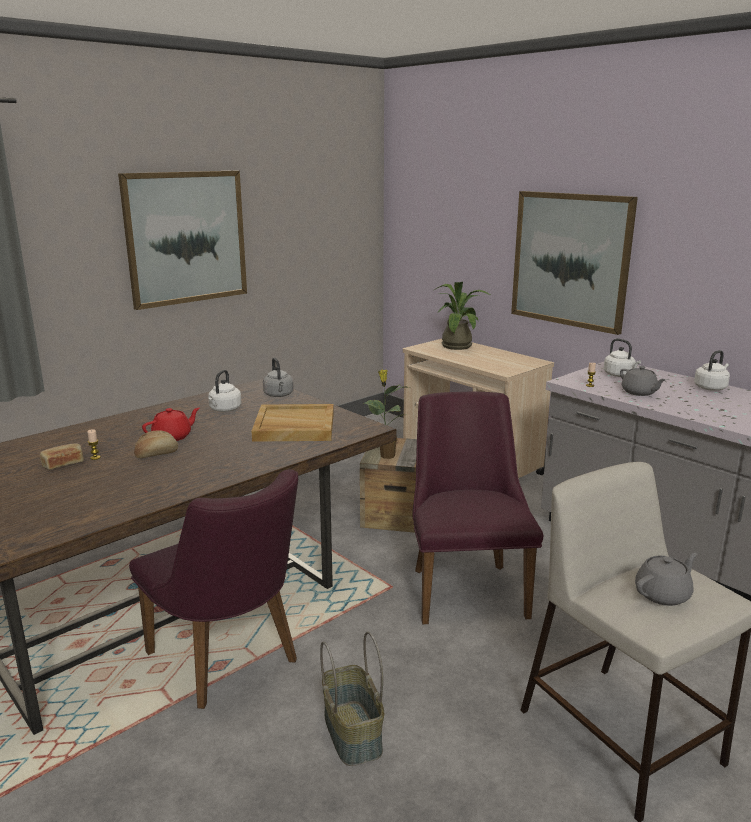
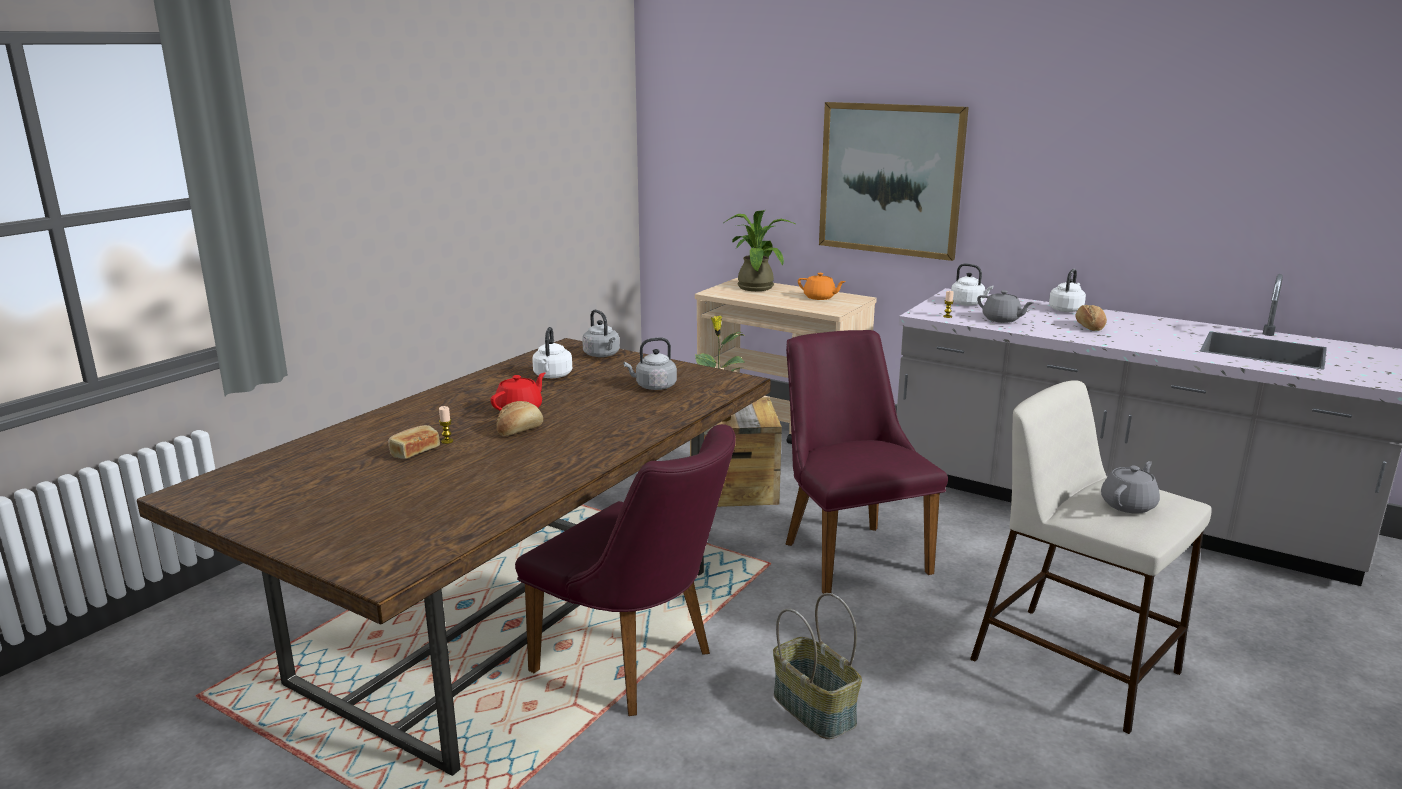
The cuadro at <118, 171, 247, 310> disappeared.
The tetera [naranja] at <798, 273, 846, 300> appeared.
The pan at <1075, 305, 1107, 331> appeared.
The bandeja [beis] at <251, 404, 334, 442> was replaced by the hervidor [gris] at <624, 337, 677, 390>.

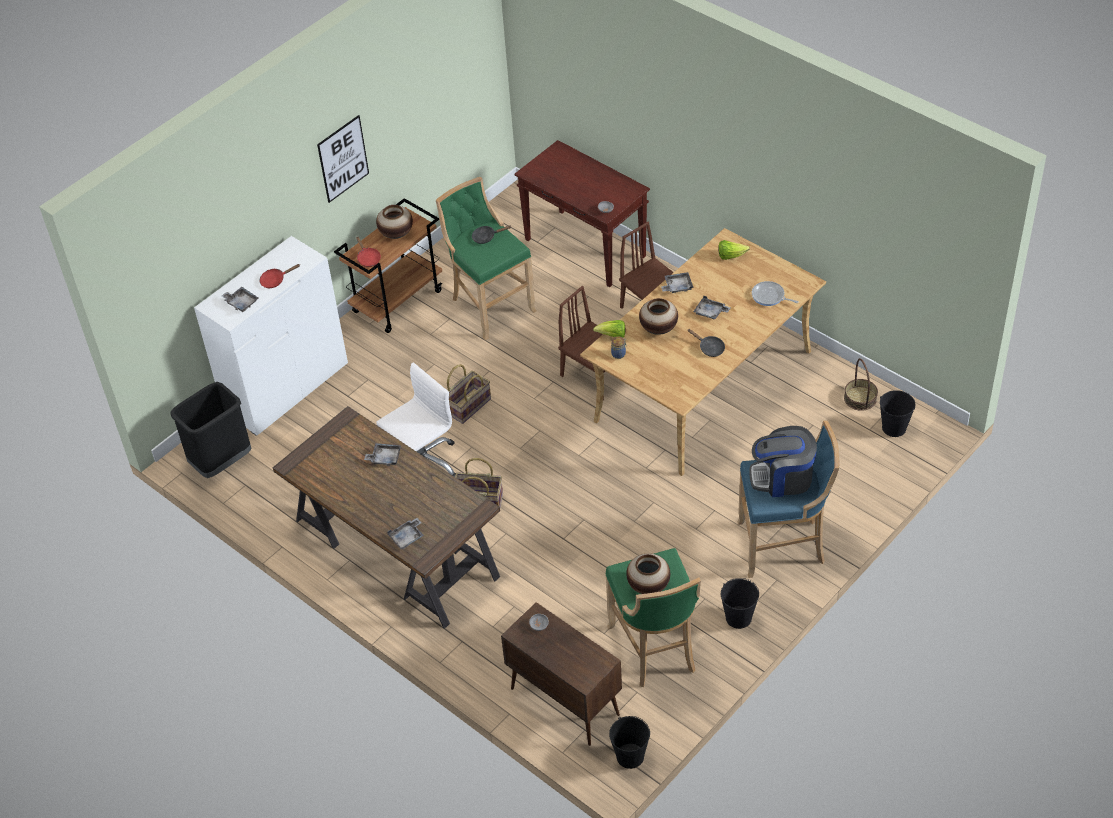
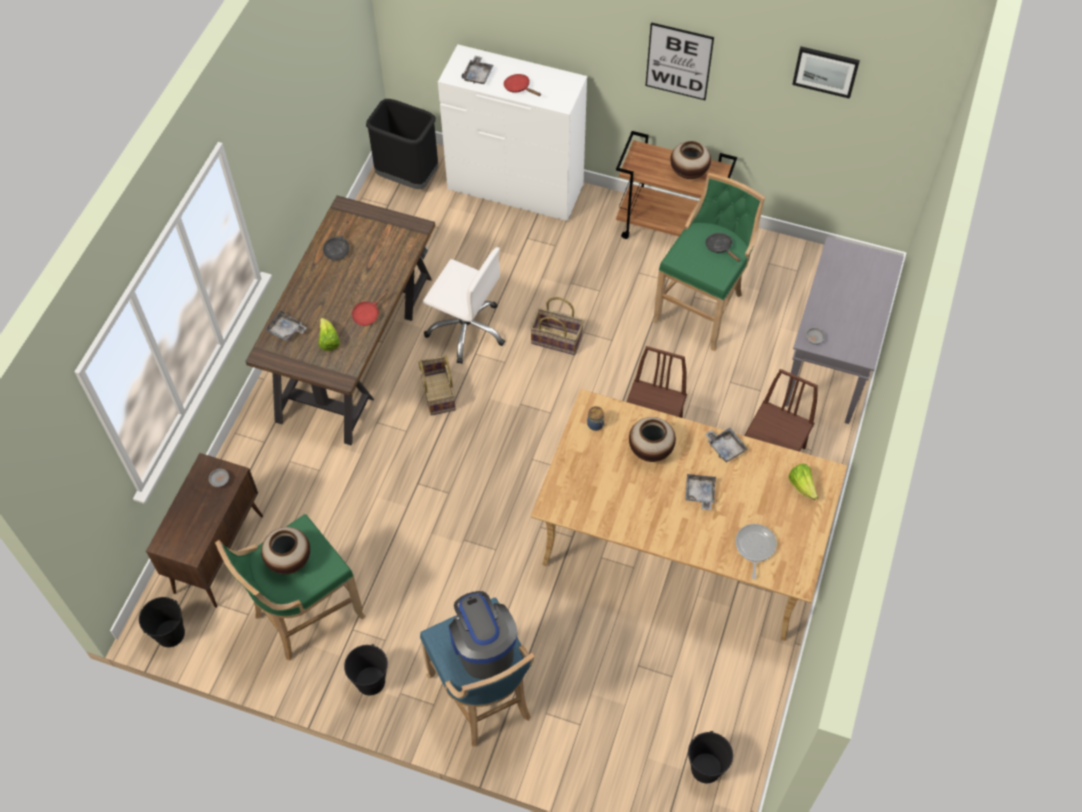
The bandeja [gris] at <364, 443, 401, 466> disappeared.
The cesta at <844, 358, 878, 411> disappeared.
The cuadro at <792, 46, 860, 99> appeared.
The sartén [rojo] moved from <356, 236, 381, 267> to <352, 289, 389, 326>.
The lechuga moved from <593, 320, 625, 338> to <318, 318, 340, 351>.
The sartén [negro] moved from <688, 329, 725, 357> to <323, 220, 350, 261>.
The mesa consola [marrón] at <514, 140, 650, 287> became the mesa consola [gris] at <785, 237, 904, 424>.

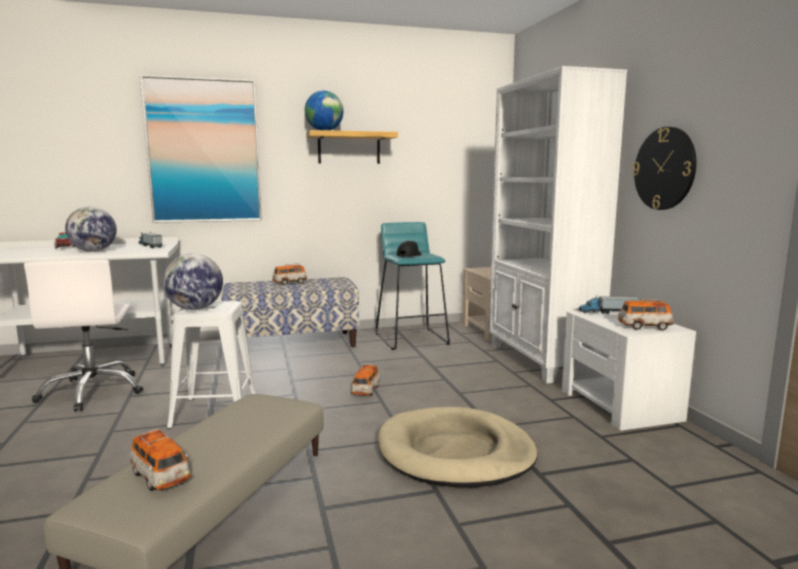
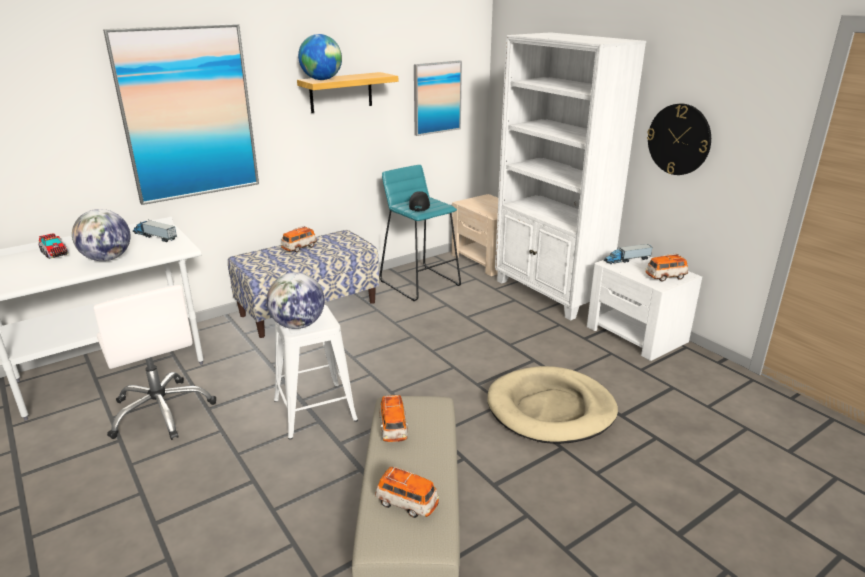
The cuadro at <414, 61, 462, 136> appeared.
The coche de juguete moved from <351, 364, 380, 396> to <379, 395, 408, 442>.

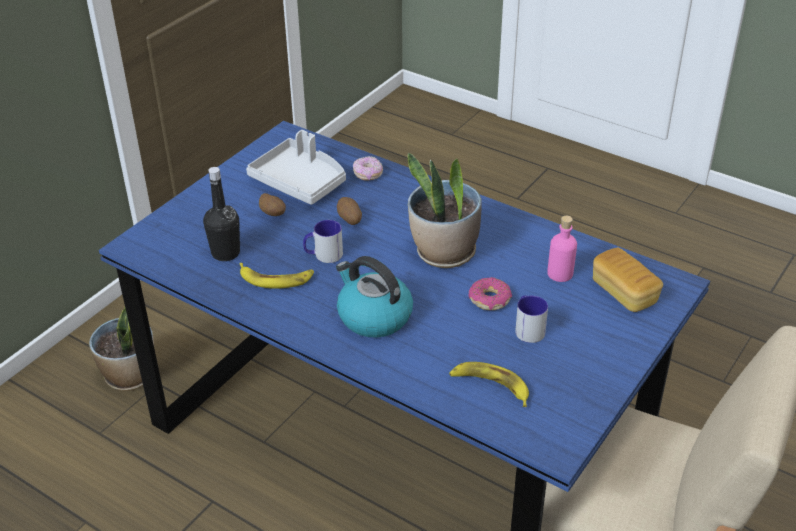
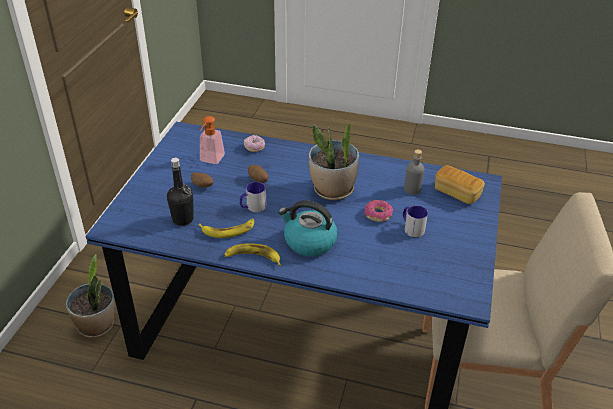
The plátano moved from <449, 362, 529, 407> to <224, 243, 281, 266>.
The bandeja [gris] at <246, 130, 346, 205> was replaced by the dispensador de jabón at <200, 116, 225, 164>.
The botella [rosa] at <547, 216, 577, 282> became the botella [gris] at <404, 150, 425, 195>.

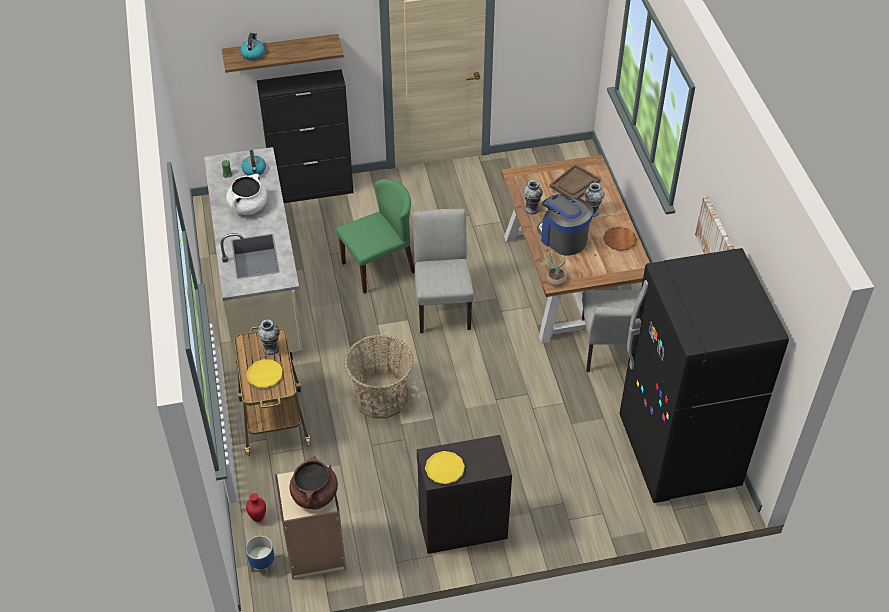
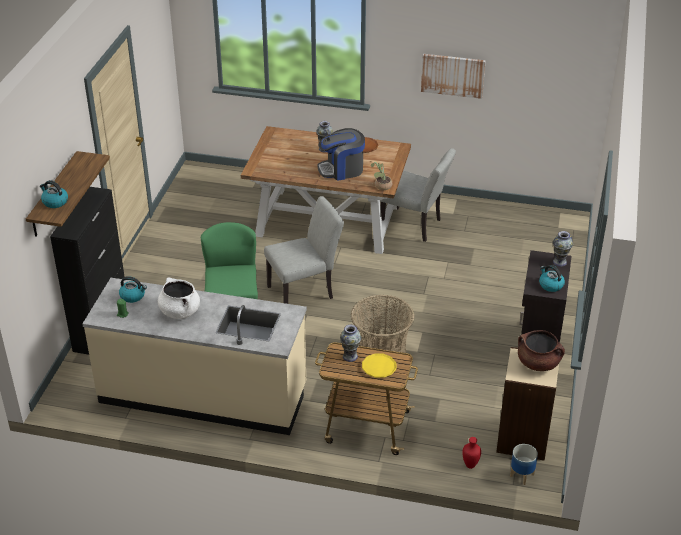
The bandeja [marrón] at <550, 164, 601, 198> disappeared.
The nevera [negro] at <619, 248, 789, 503> disappeared.
The florero moved from <523, 180, 543, 215> to <553, 231, 573, 267>.
The plato [amarillo] at <425, 451, 465, 484> was replaced by the hervidor at <539, 265, 565, 292>.
The silla [gris] at <413, 209, 474, 333> turned 135 degrees clockwise.

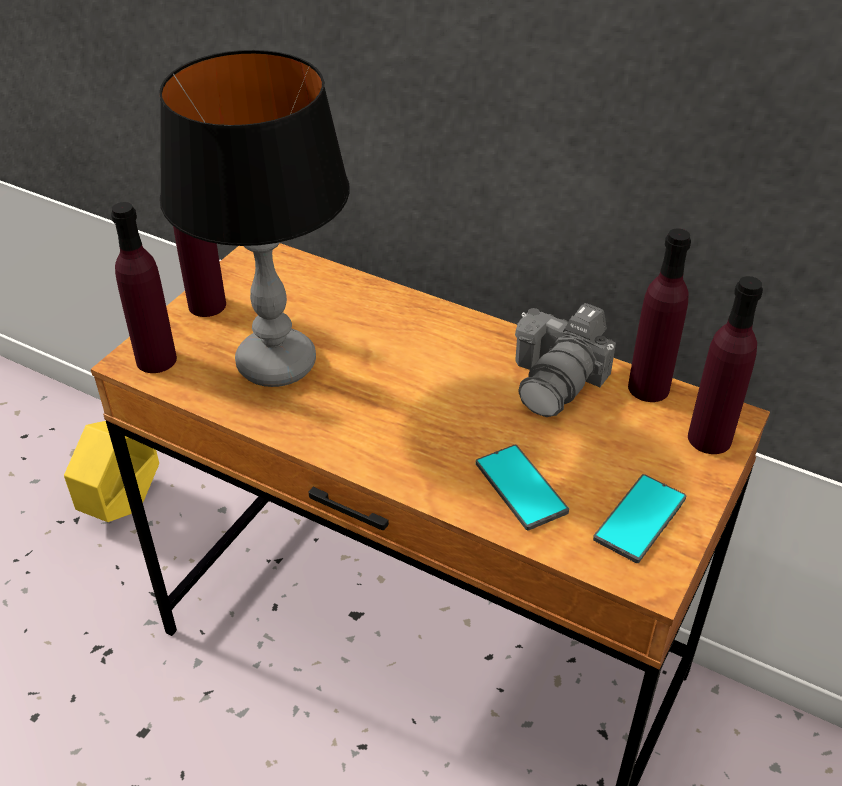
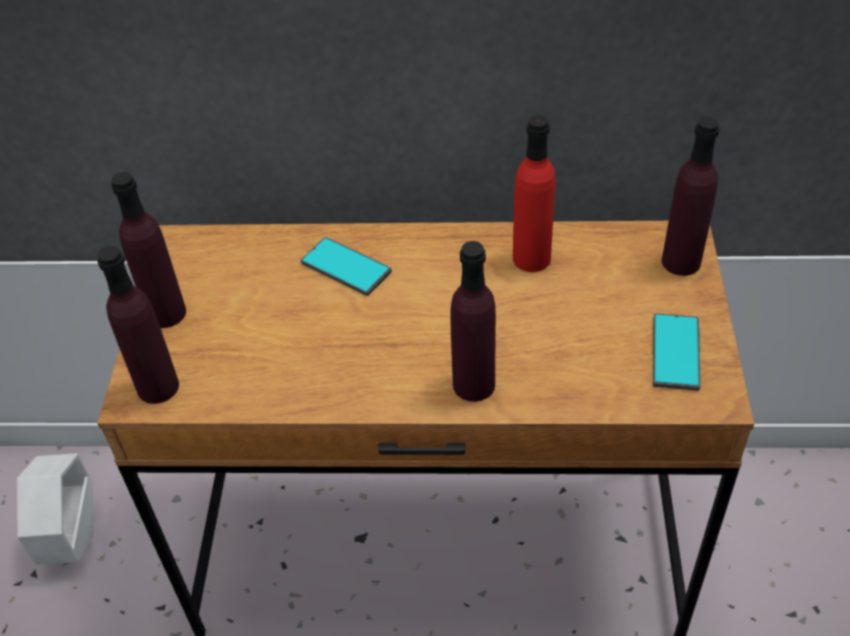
The lámpara de mesa at <159, 50, 350, 387> disappeared.
The móvil moved from <476, 445, 569, 531> to <301, 237, 392, 296>.
The botella [morado] moved from <628, 228, 691, 402> to <450, 241, 496, 402>.
The cámara at <515, 303, 616, 417> was replaced by the botella [rojo] at <513, 115, 556, 272>.
The maceta [amarillo] at <64, 421, 159, 522> became the maceta [blanco] at <17, 453, 94, 565>.

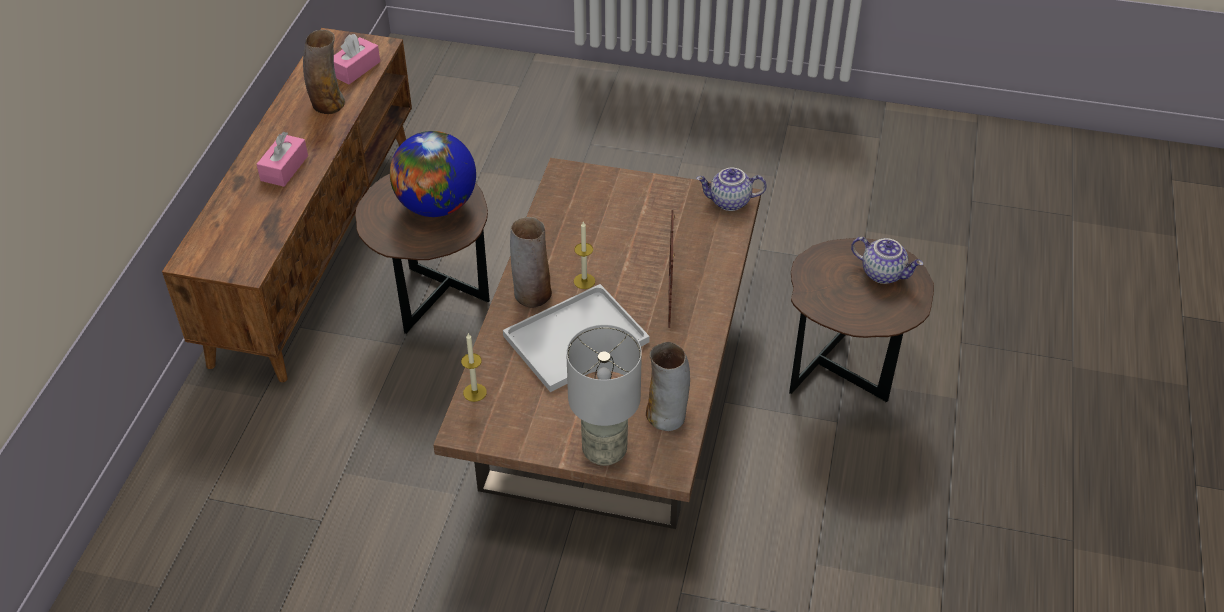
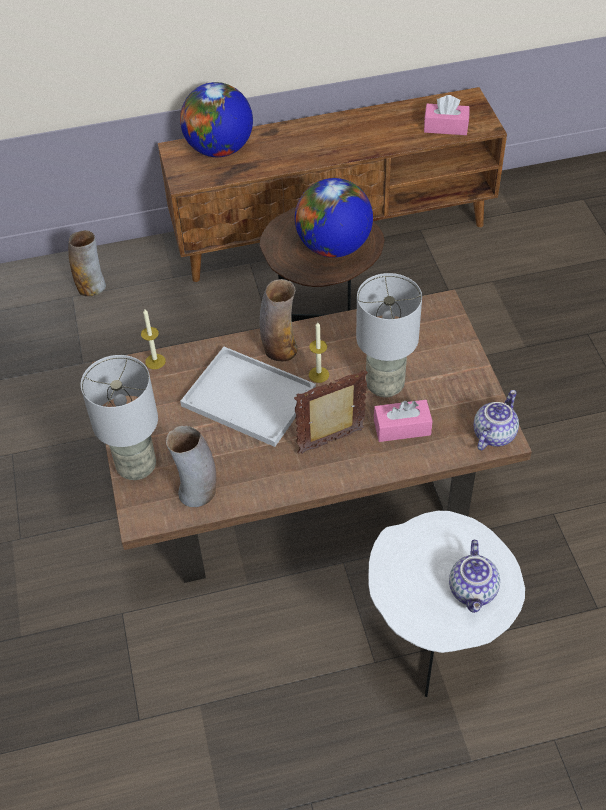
The globo terráqueo at <180, 82, 253, 157> appeared.
The lámpara de mesa [gris] at <356, 273, 422, 398> appeared.
The caja de pañuelos [rosa] moved from <256, 132, 308, 187> to <374, 400, 433, 442>.
The florero moved from <303, 30, 345, 114> to <68, 230, 106, 296>.
The mesa auxiliar [marrón] at <789, 238, 934, 402> became the mesa auxiliar [blanco] at <368, 511, 525, 697>.
The tetera at <696, 168, 767, 211> turned 60 degrees clockwise.

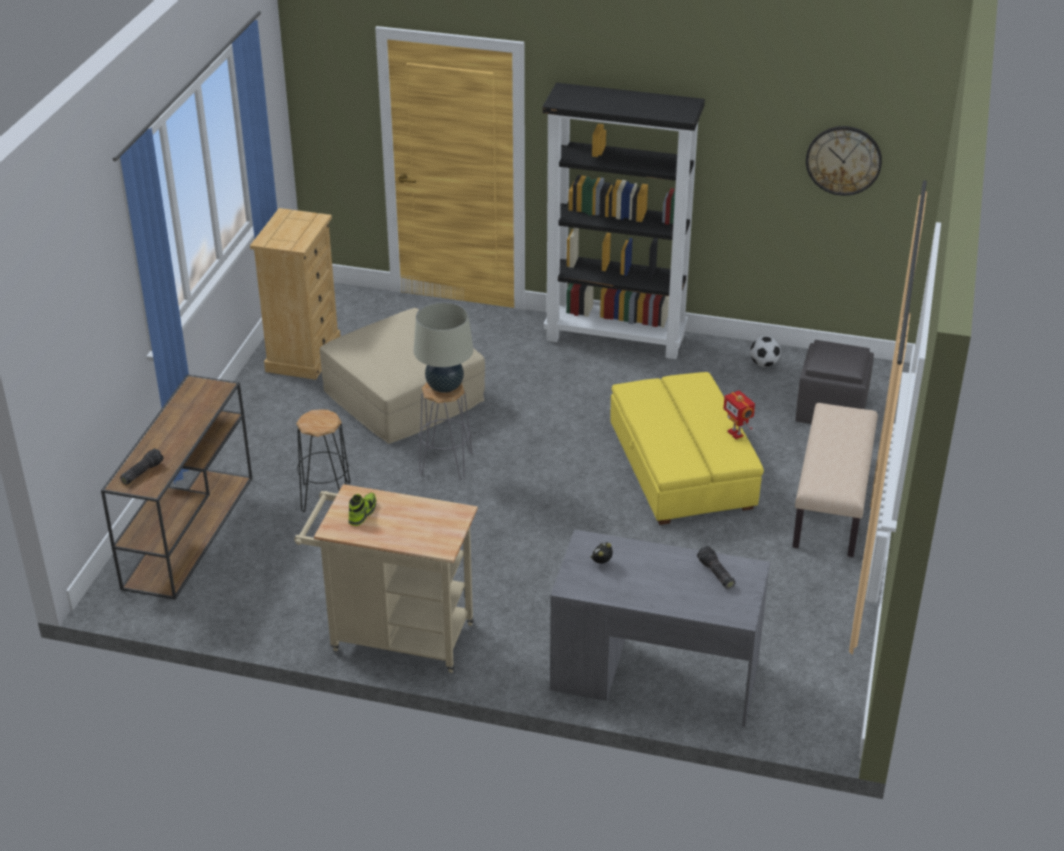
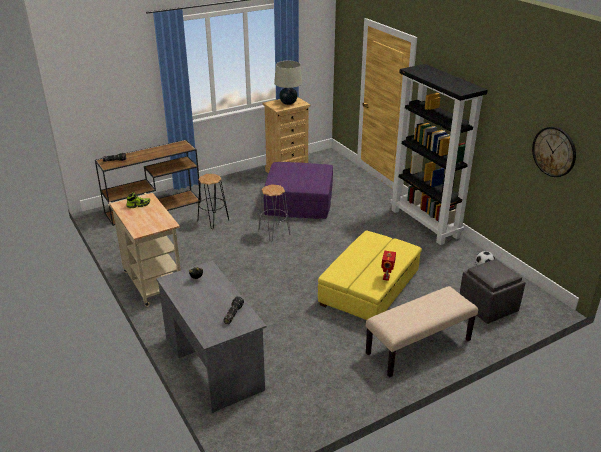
The lámpara de mesa [beis] moved from <414, 302, 473, 393> to <274, 61, 302, 105>.
The puf [beis] at <320, 308, 485, 444> became the puf [morado] at <264, 162, 333, 219>.

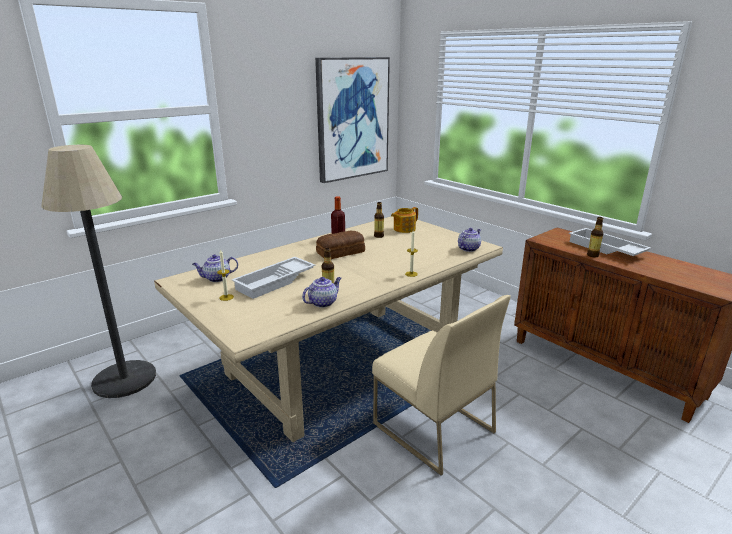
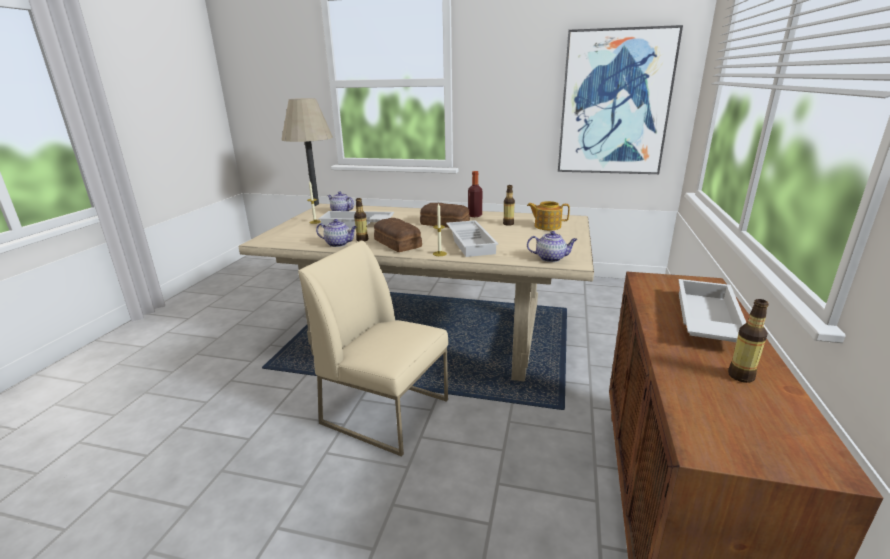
The pan at <374, 218, 422, 252> appeared.
The bandeja [blanco] at <446, 220, 499, 257> appeared.
The botella moved from <587, 217, 603, 257> to <728, 299, 769, 383>.
The silla [beis] at <372, 295, 511, 476> turned 105 degrees clockwise.

